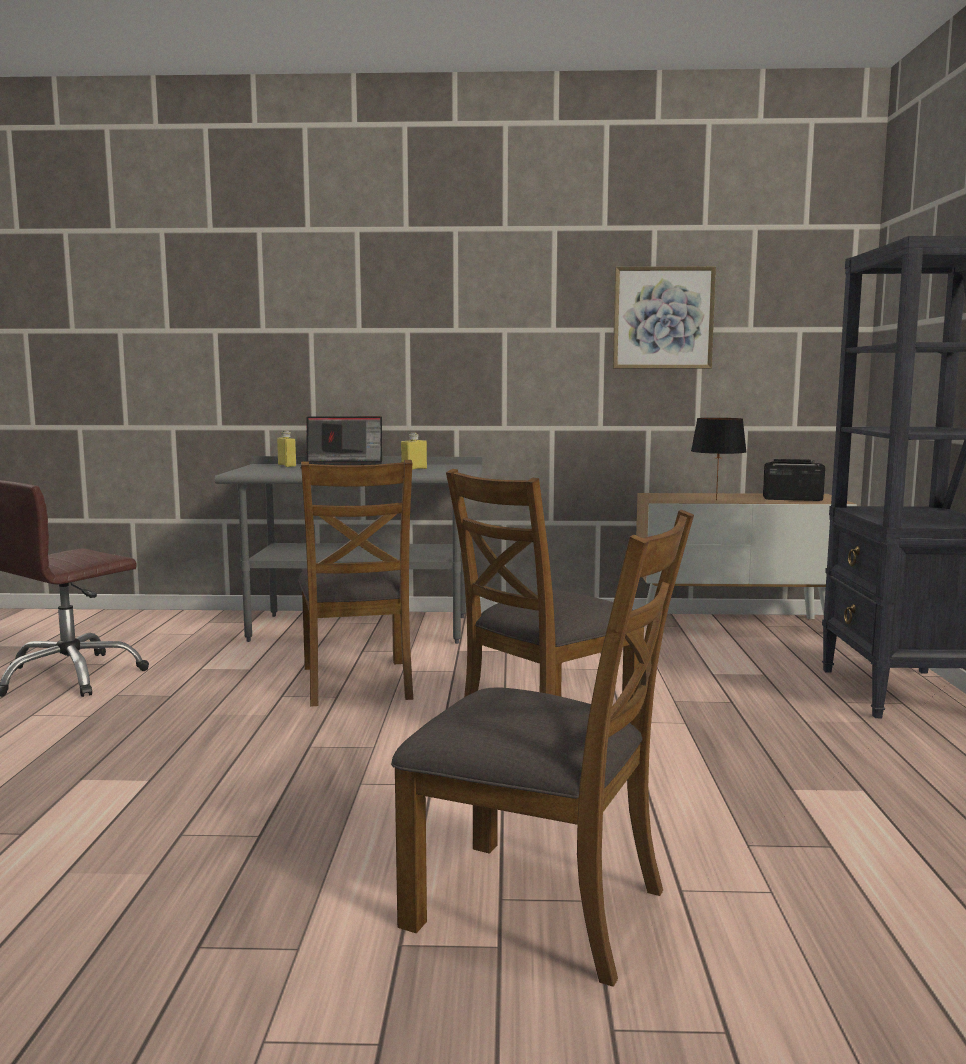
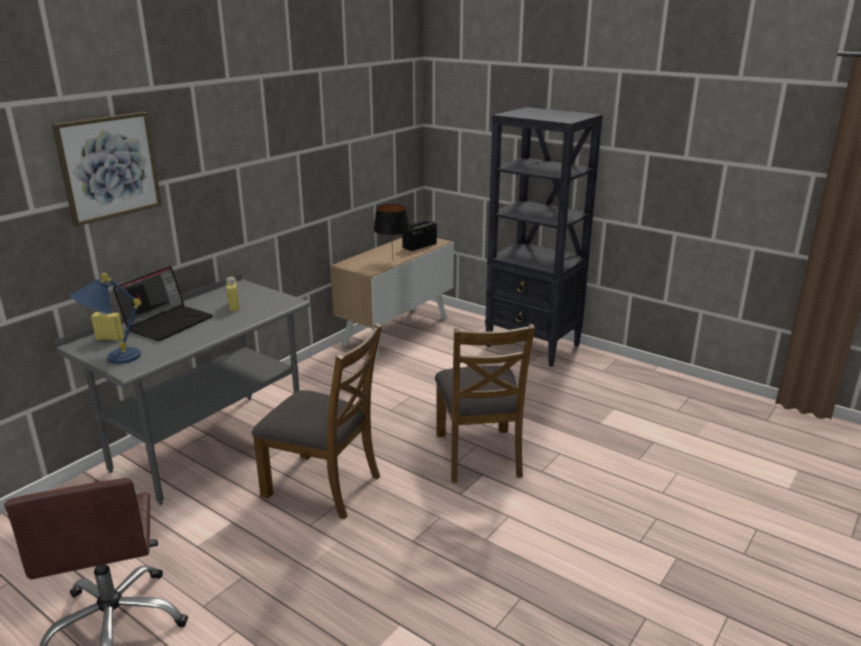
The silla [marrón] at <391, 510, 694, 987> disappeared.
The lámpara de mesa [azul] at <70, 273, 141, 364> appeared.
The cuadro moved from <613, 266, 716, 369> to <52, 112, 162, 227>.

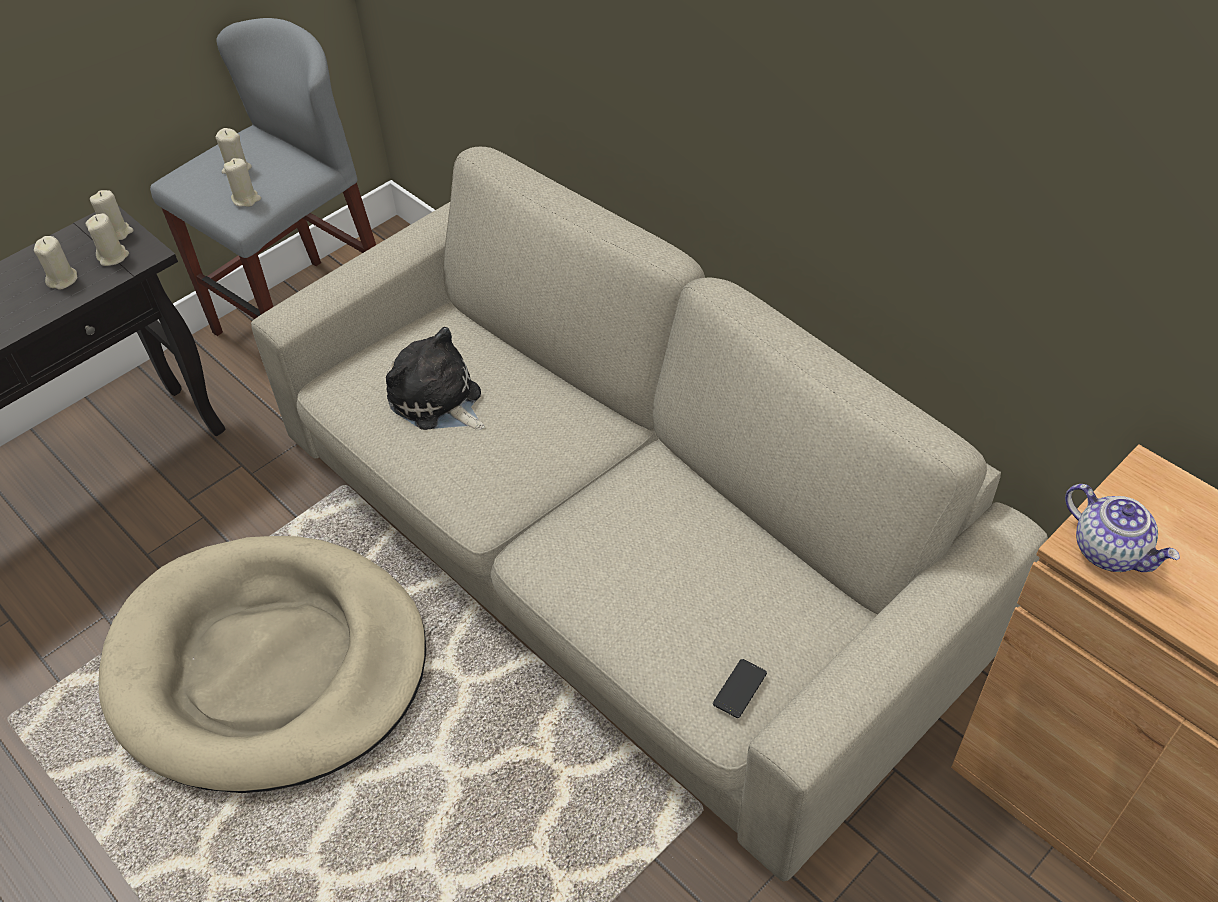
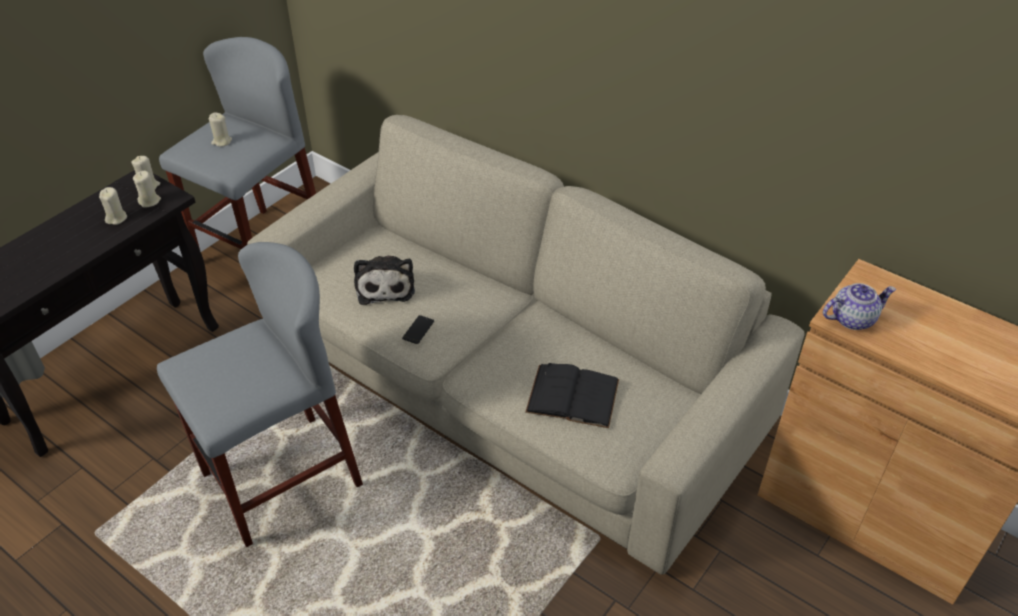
The vela [beis] at <224, 158, 261, 207> disappeared.
The libro [negro] at <525, 363, 619, 428> appeared.
The móvil moved from <713, 659, 767, 718> to <402, 315, 434, 344>.
The cama para perro [beis] at <99, 536, 426, 793> was replaced by the taburete [gris] at <157, 242, 363, 547>.
The peluche at <386, 327, 485, 430> turned 135 degrees counterclockwise.
The tetera at <1065, 484, 1180, 572> turned 60 degrees counterclockwise.

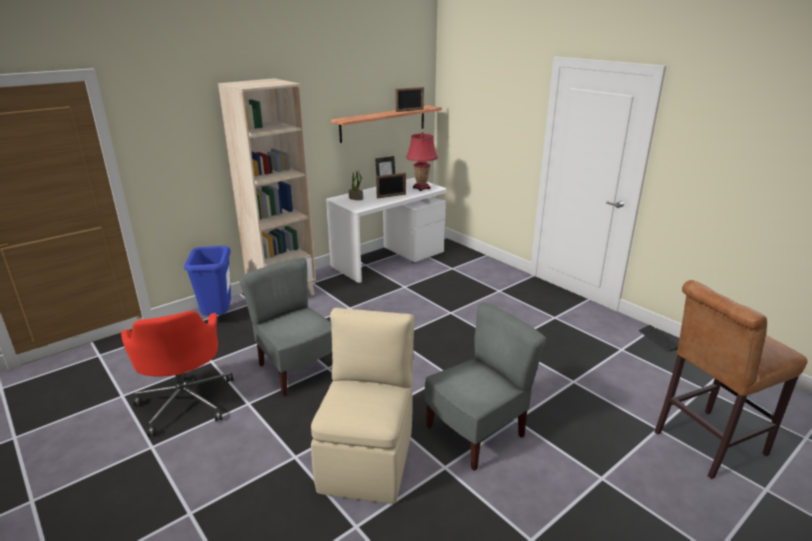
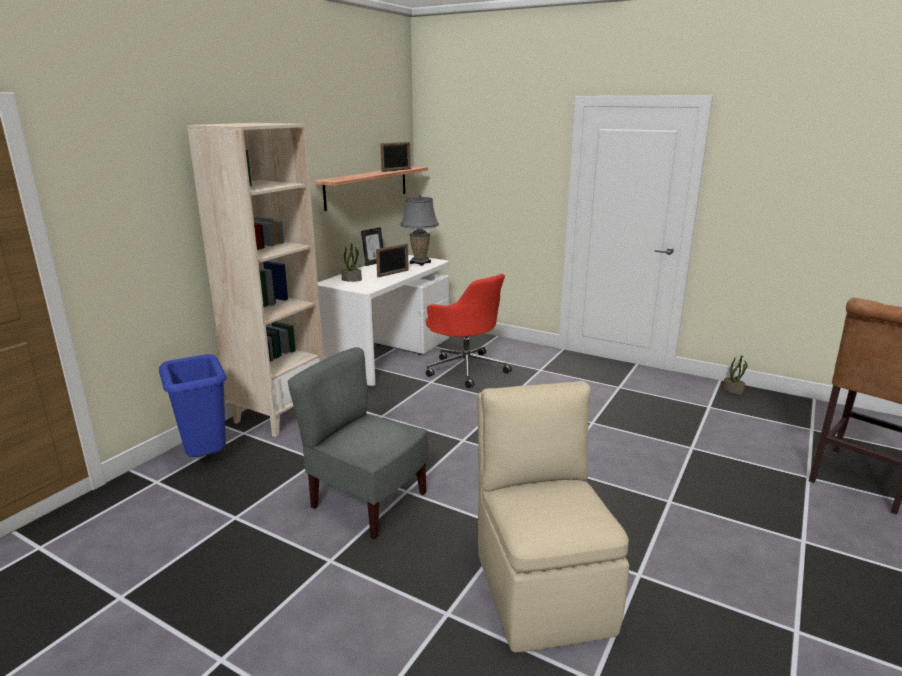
The silla [gris] at <425, 302, 546, 471> disappeared.
The silla de oficina [rojo] moved from <121, 311, 233, 437> to <426, 274, 512, 388>.
The teclado at <639, 325, 679, 352> was replaced by the planta en maceta at <723, 355, 747, 395>.
The lámpara de mesa [rojo] at <406, 132, 438, 191> became the lámpara de mesa [gris] at <400, 194, 439, 266>.

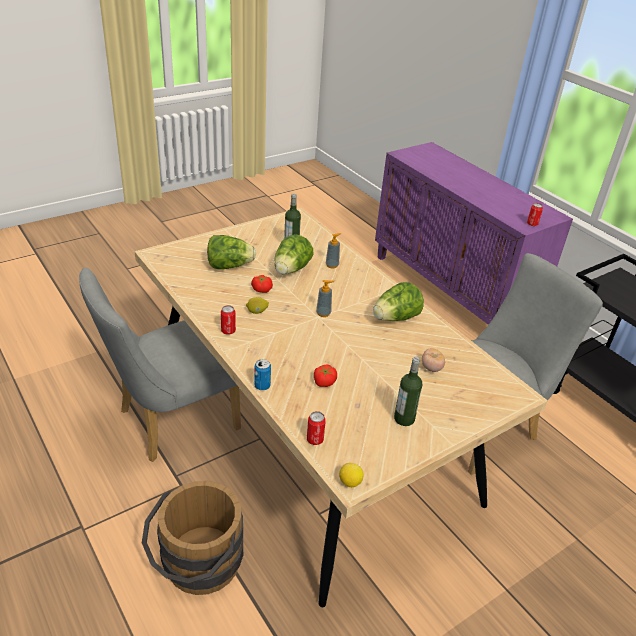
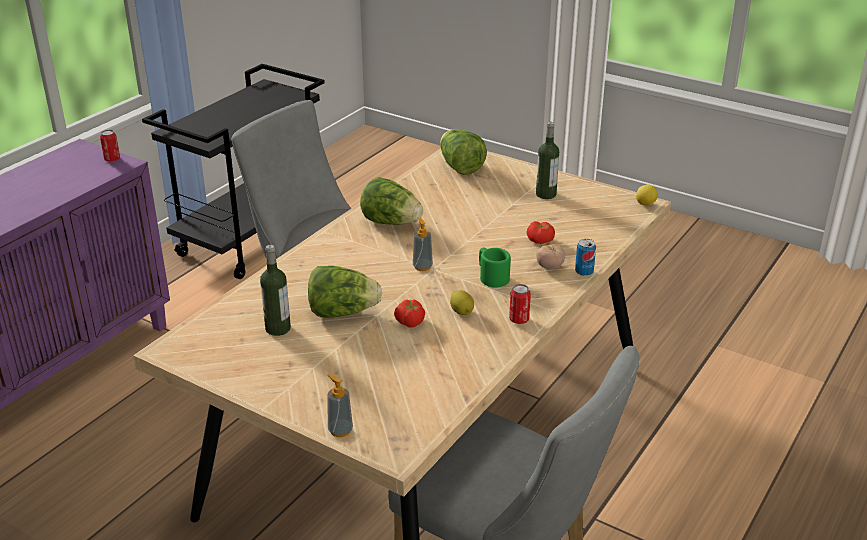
The cubo [marrón] at <142, 481, 243, 595> disappeared.
The lata at <307, 411, 326, 445> disappeared.
The taza grande [verde] at <479, 248, 511, 287> appeared.
The lechuga moved from <207, 235, 256, 269> to <440, 129, 487, 175>.
The dispensador de jabón moved from <326, 233, 341, 269> to <328, 374, 353, 437>.
The tomate moved from <422, 348, 445, 372> to <536, 244, 565, 269>.

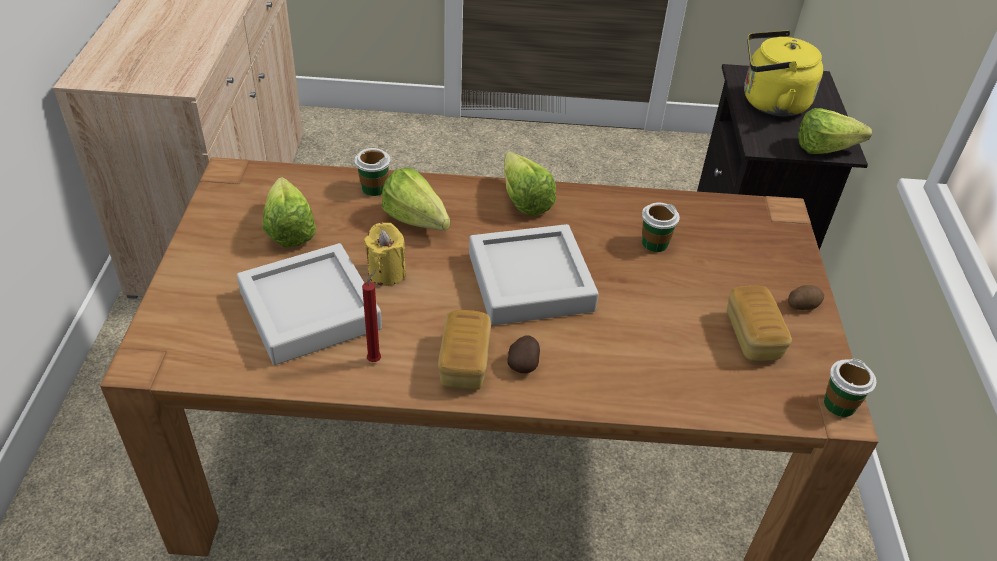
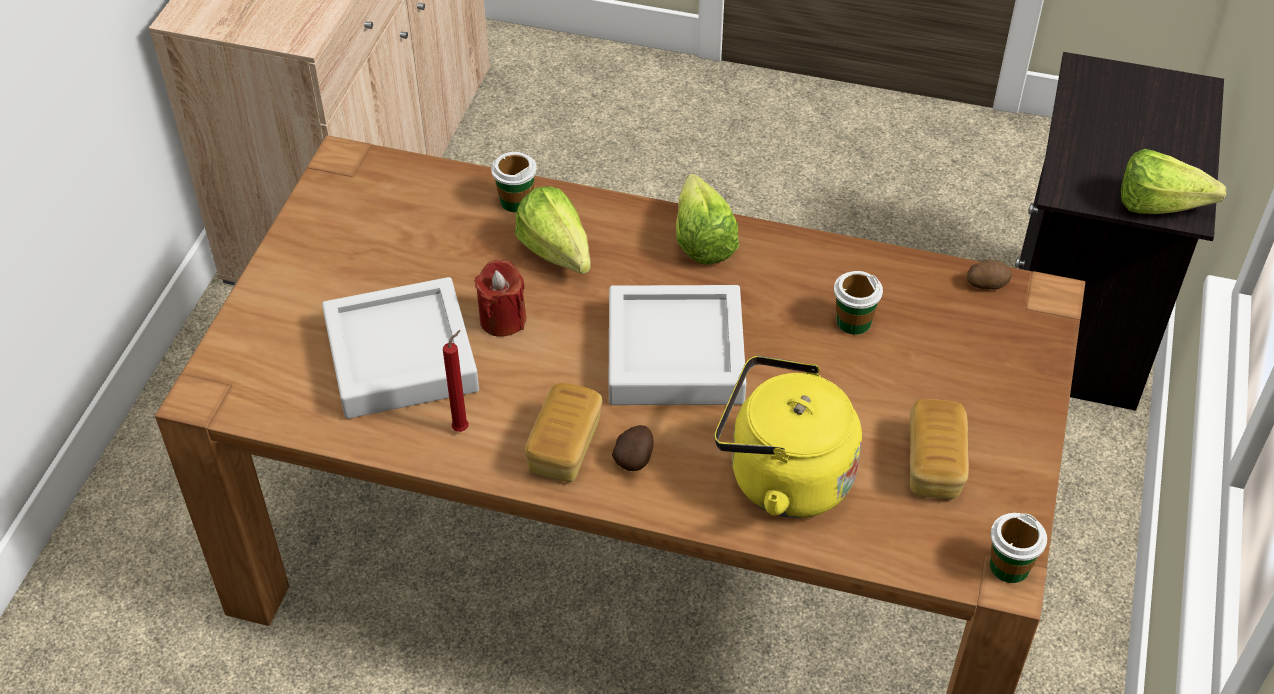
The lechuga at <262, 177, 316, 247> disappeared.
The hervidor [amarillo] moved from <744, 30, 823, 116> to <715, 356, 862, 518>.
The patata moved from <788, 285, 824, 310> to <966, 260, 1012, 290>.
The vela [amarillo] at <364, 223, 406, 286> became the vela [rojo] at <474, 260, 526, 337>.

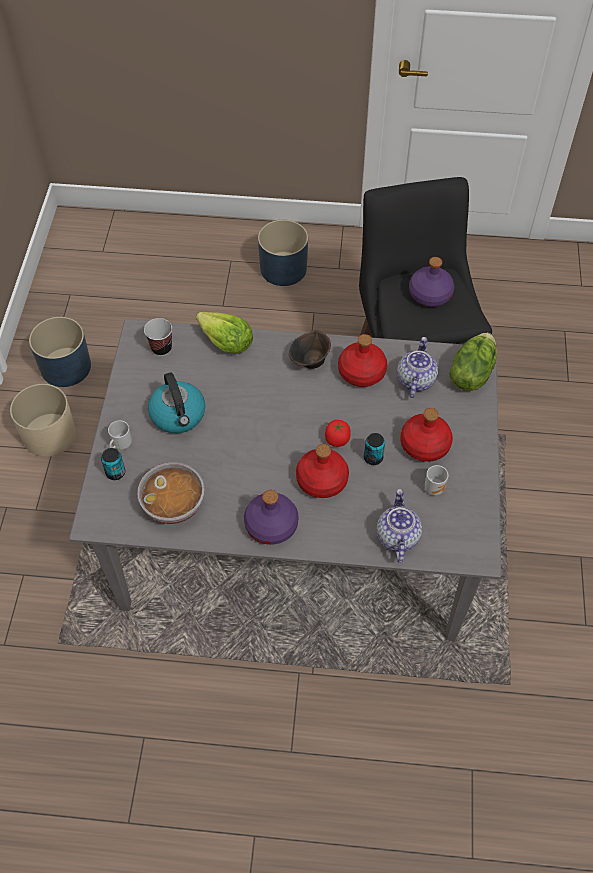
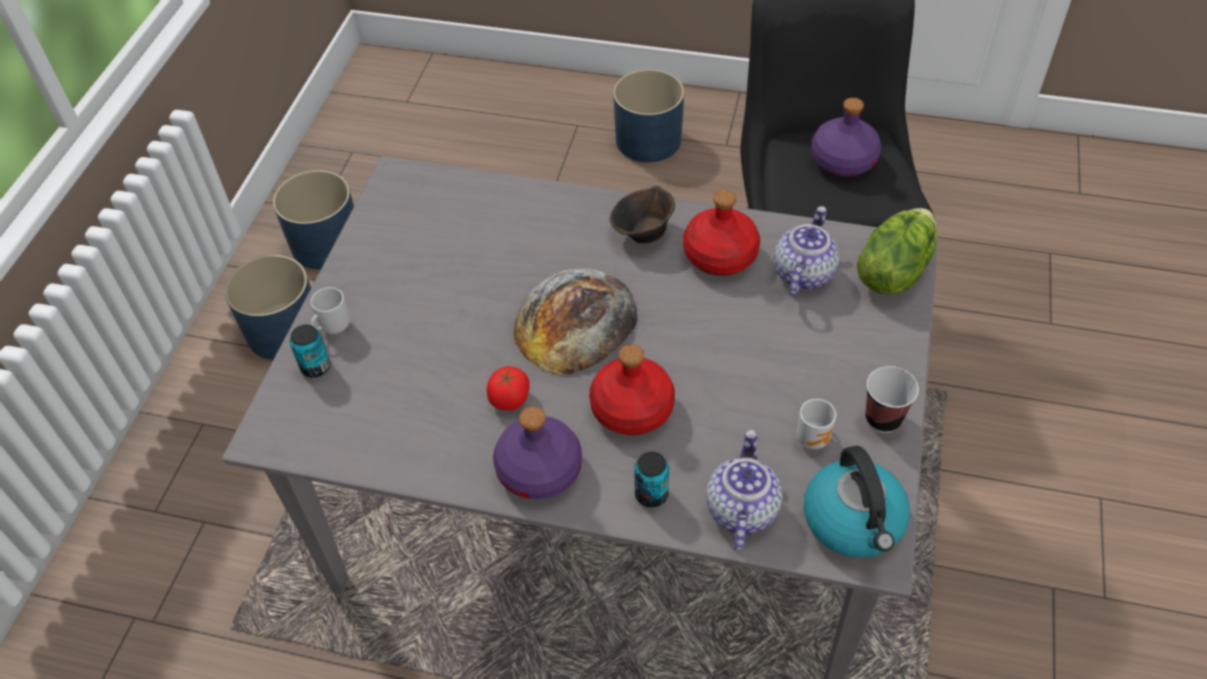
The cuenco at <137, 462, 205, 524> disappeared.
The lechuga at <196, 312, 253, 354> disappeared.
The botella [rojo] at <400, 408, 453, 462> disappeared.
The pan at <513, 268, 638, 376> appeared.
The taza moved from <144, 318, 172, 356> to <865, 366, 919, 433>.
The hervidor moved from <148, 372, 205, 433> to <804, 446, 910, 558>.
The tomate moved from <325, 420, 351, 447> to <487, 366, 530, 411>.
The lata moved from <364, 433, 385, 465> to <634, 452, 669, 507>.
The maceta [beis] at <10, 384, 76, 457> became the maceta [azul] at <225, 255, 311, 360>.

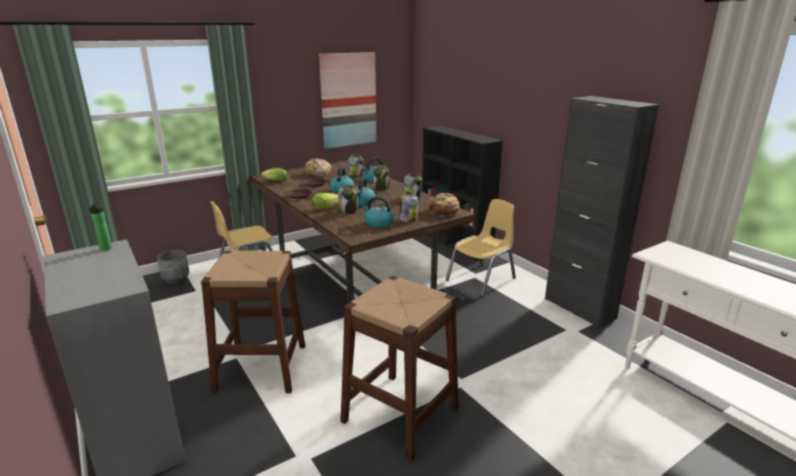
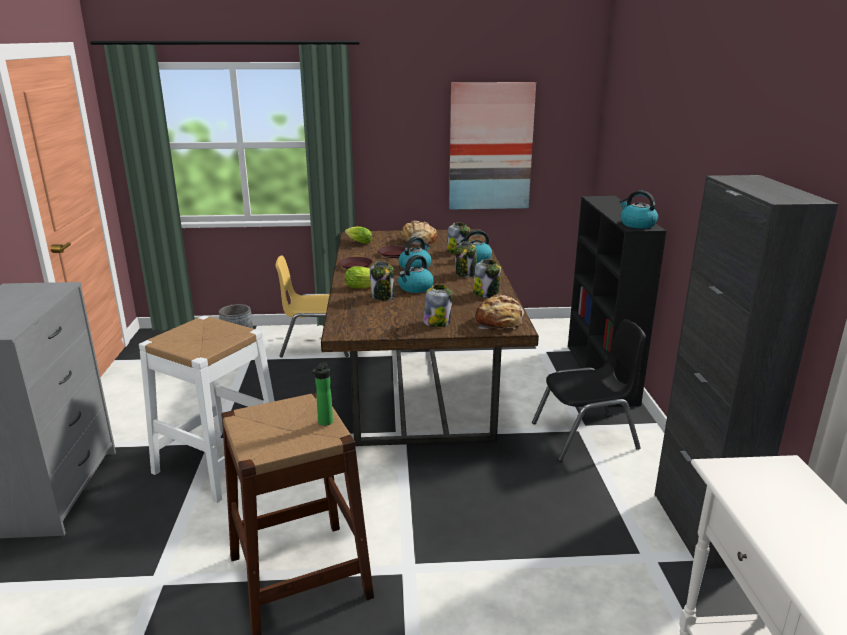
The botella moved from <88, 202, 112, 251> to <312, 362, 333, 426>.
The hervidor moved from <361, 196, 394, 227> to <620, 191, 658, 229>.
The taburete [marrón] at <201, 251, 305, 393> became the taburete [blanco] at <139, 316, 274, 503>.
The silla [amarillo] at <446, 199, 516, 297> became the silla [negro] at <532, 319, 646, 462>.

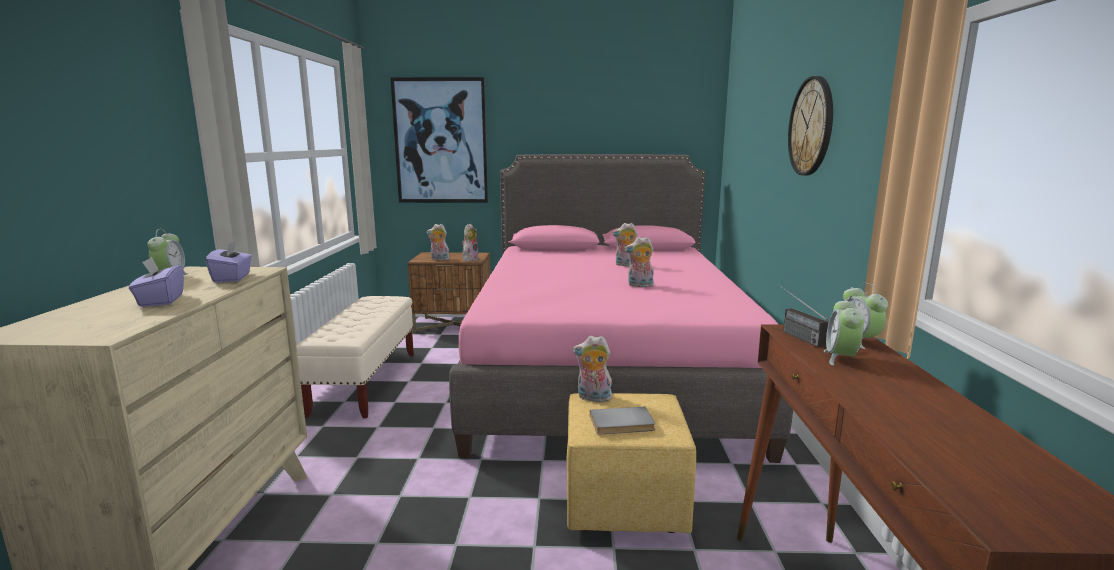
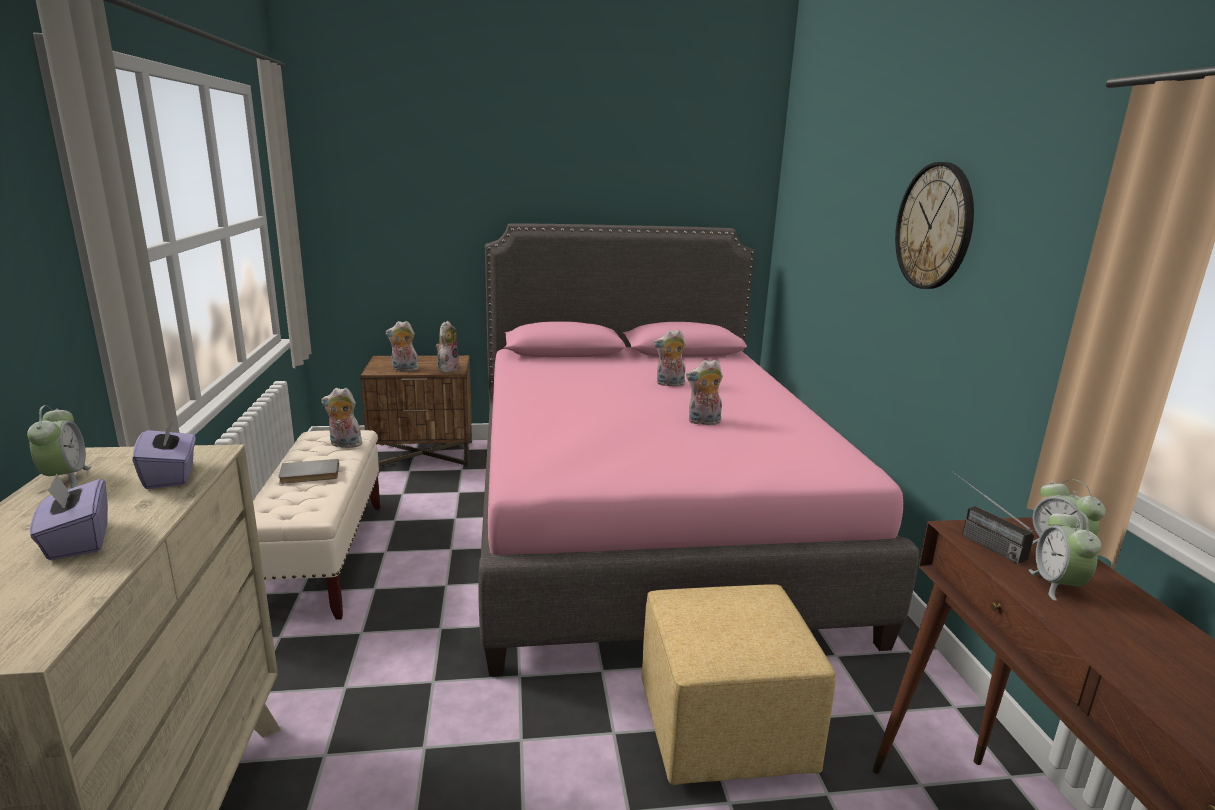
The cuadro at <390, 77, 488, 203> disappeared.
The peluche moved from <573, 336, 612, 402> to <321, 388, 364, 448>.
The libro [gris] moved from <590, 407, 655, 434> to <278, 459, 339, 484>.

